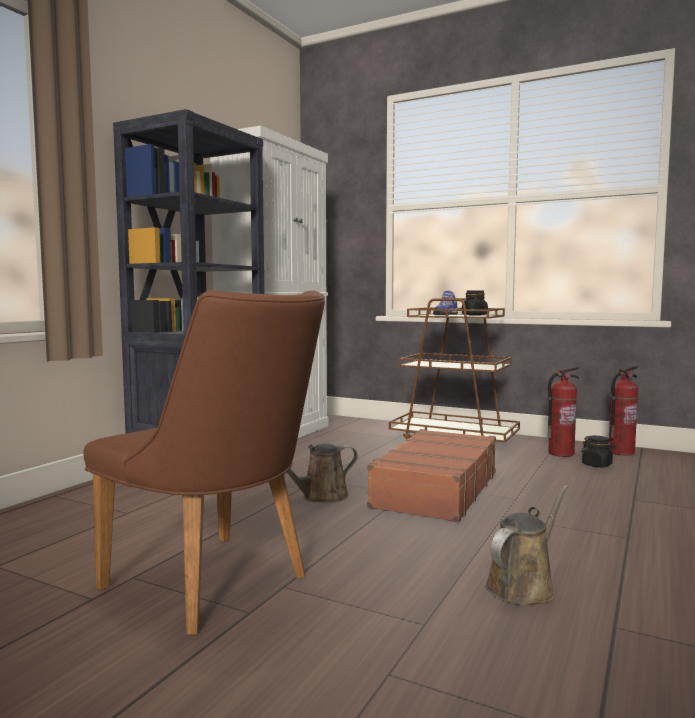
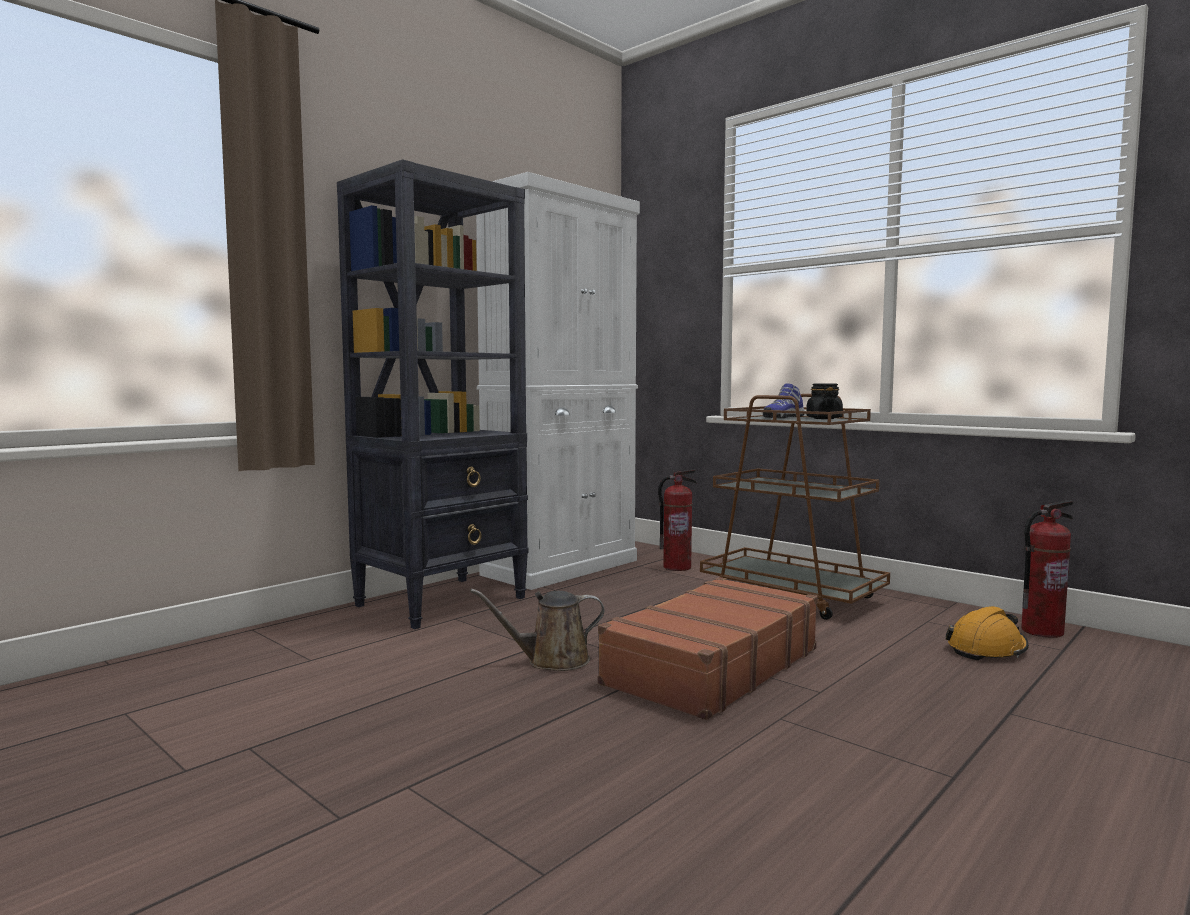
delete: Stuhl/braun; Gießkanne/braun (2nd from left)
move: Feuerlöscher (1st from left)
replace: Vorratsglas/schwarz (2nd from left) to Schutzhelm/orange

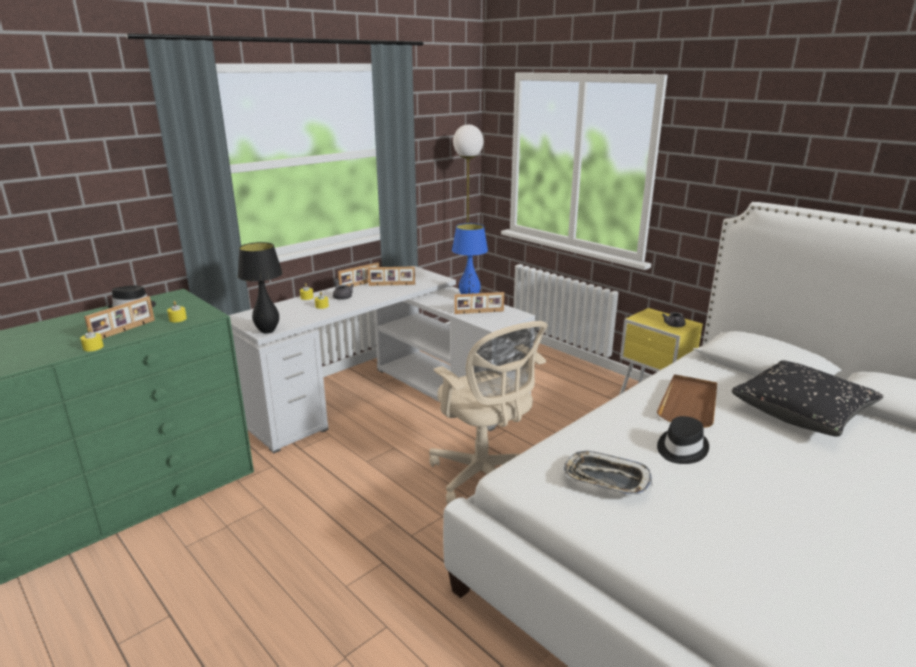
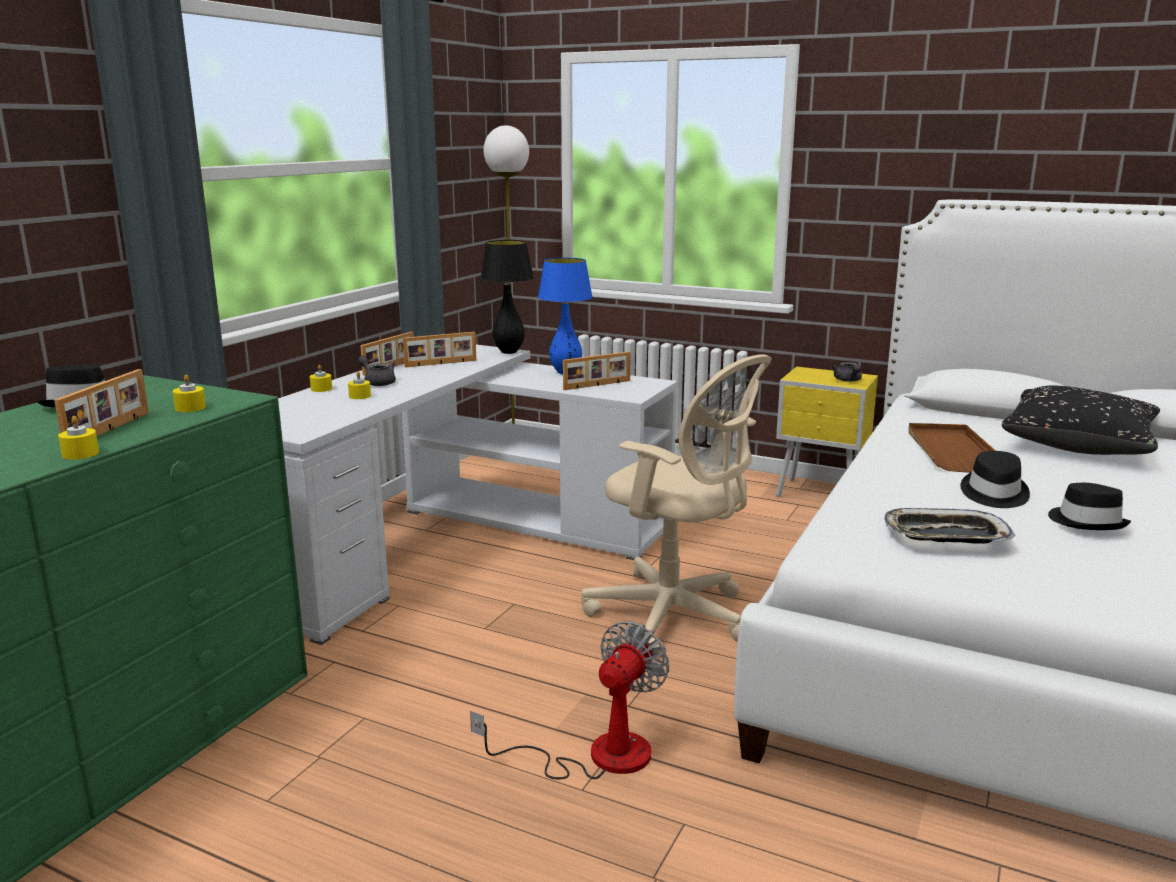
insert: Ventilator; Hut/schwarz (3rd from left)
move: Tischlampe/schwarz

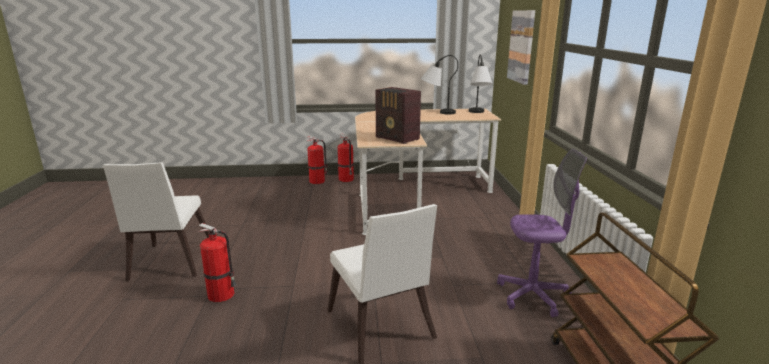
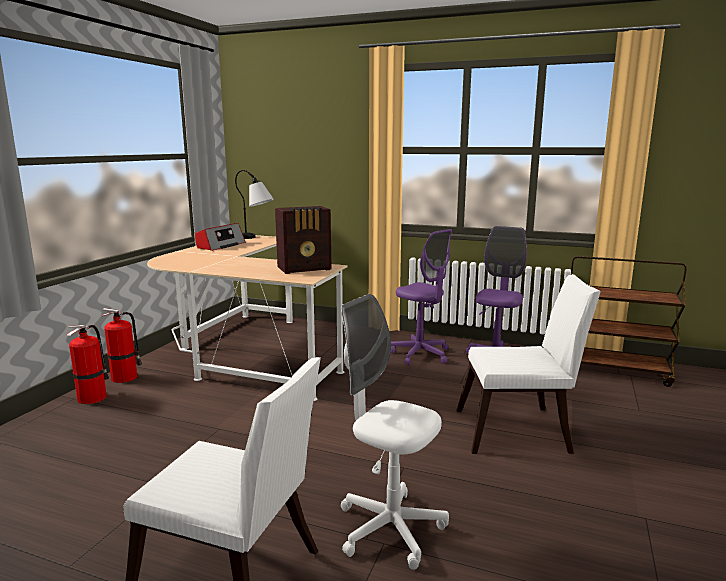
delete: Bild
insert: Bürostuhl/lila (1st from left)
replace: Feuerlöscher (1st from left) to Bürostuhl/weiß; Tischlampe (1st from left) to Radio (1st from left)

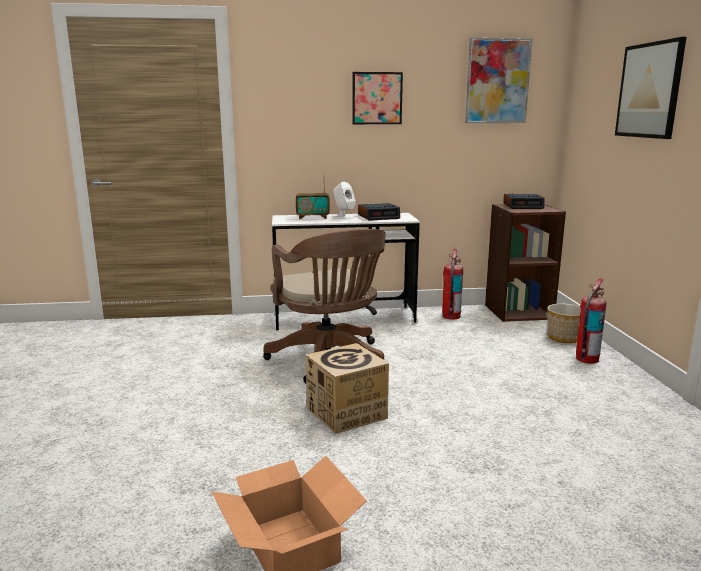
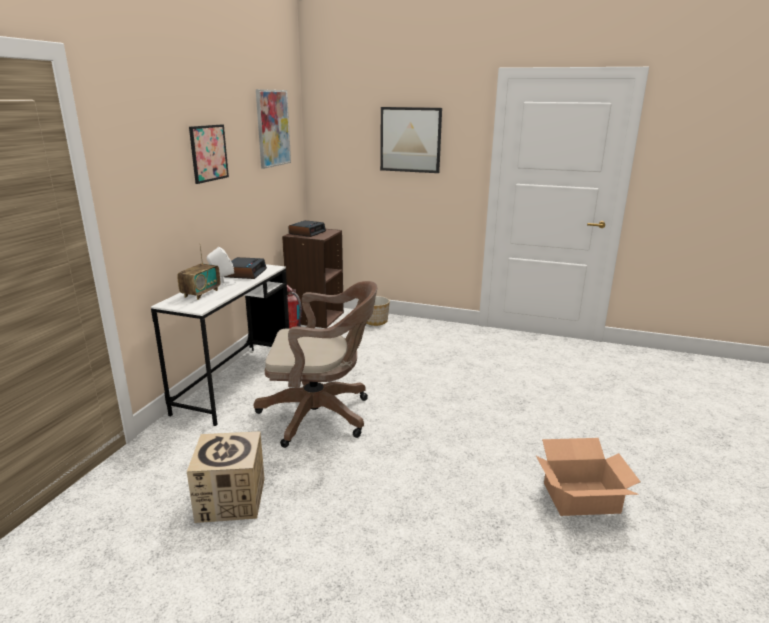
delete: Feuerlöscher (2nd from left)
move: Karton (2nd from left in the first image) to Karton (1st from left)

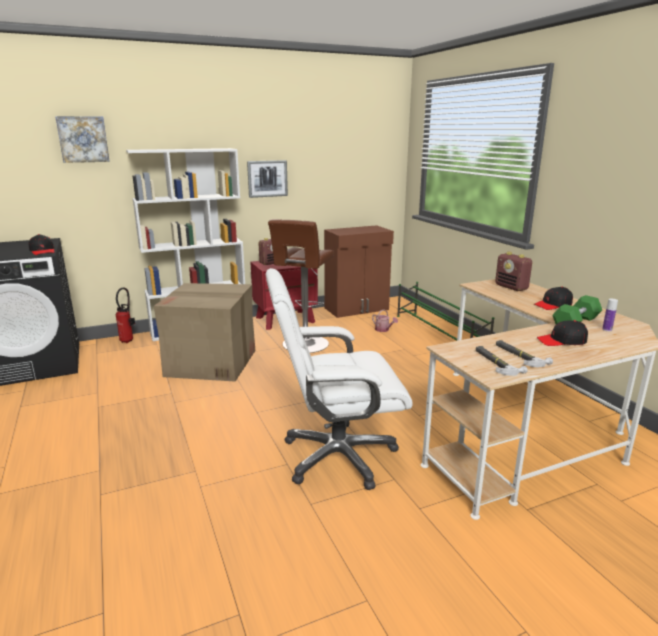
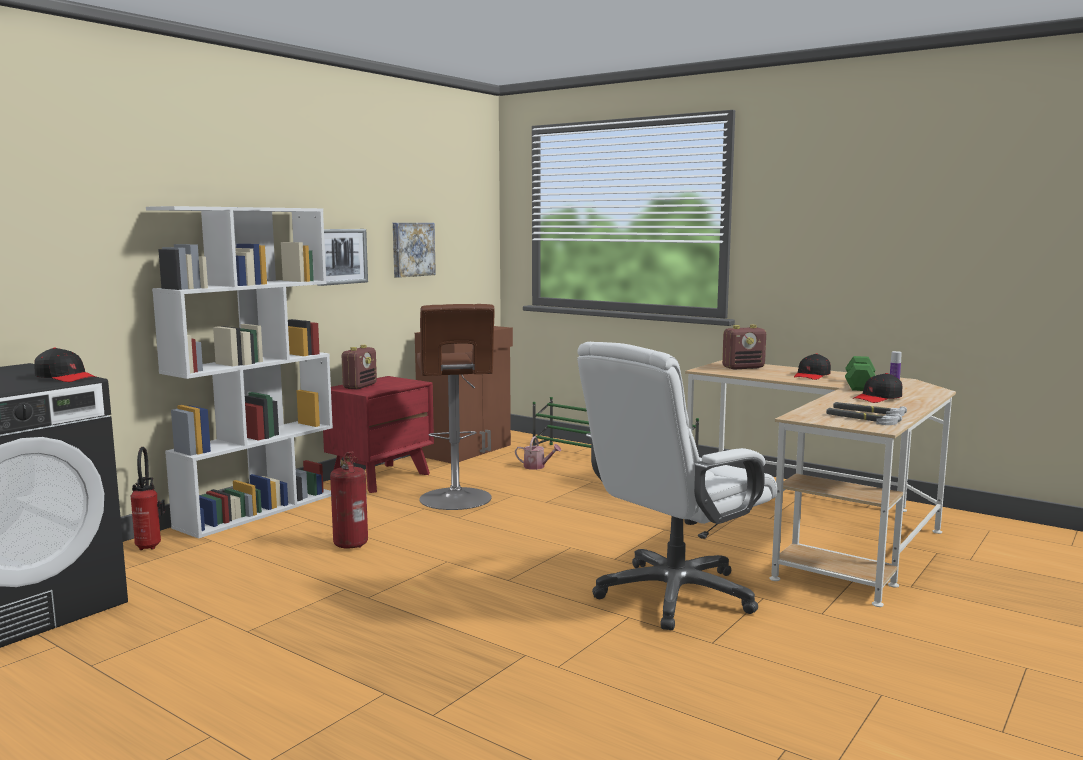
move: Bild (1st from left in the first image) to Bild (2nd from left)
replace: Karton to Feuerlöscher (2nd from left)
rotate: Radio (2nd from left) 45 degrees counterclockwise

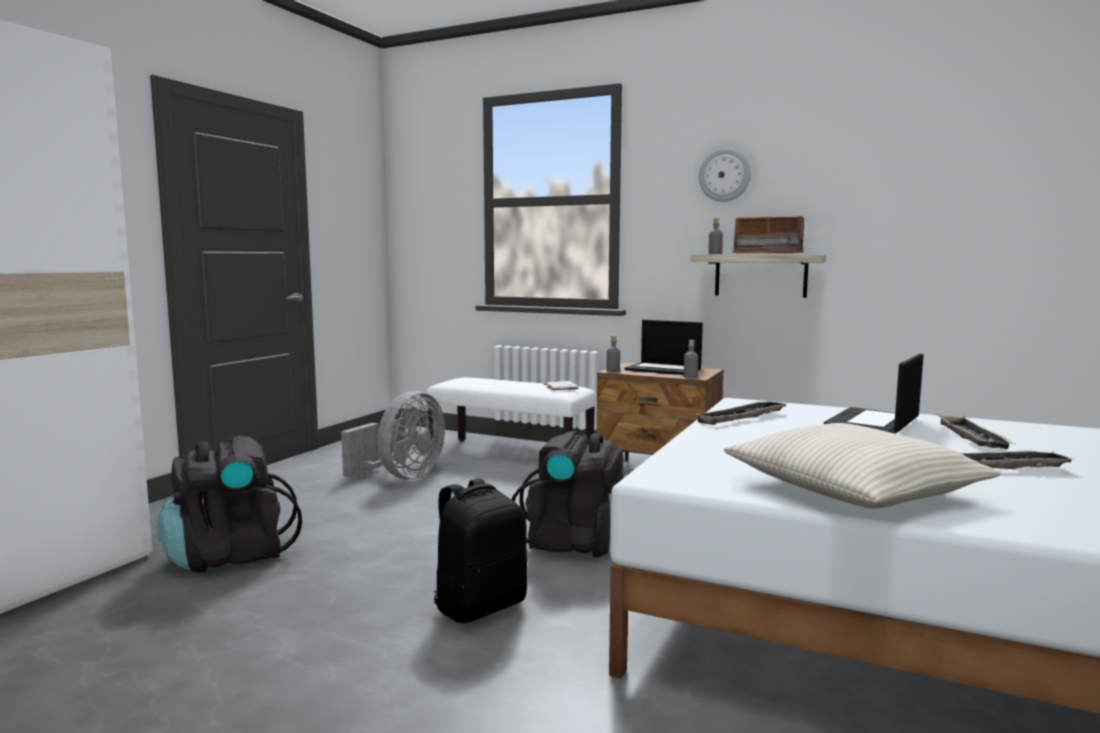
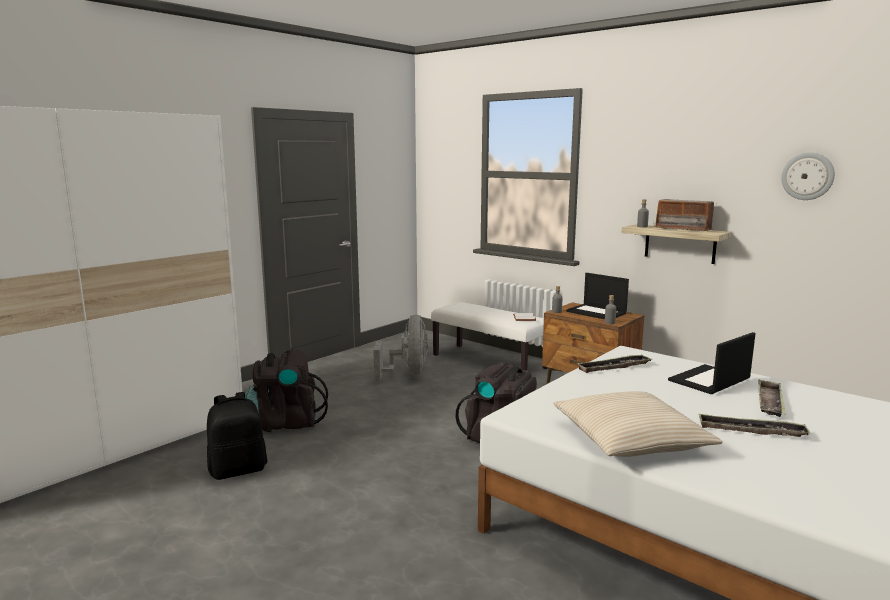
move: Rucksack/schwarz (2nd from left in the first image) to Rucksack/schwarz (1st from left); Wanduhr
rotate: Ventilator/grau 45 degrees counterclockwise

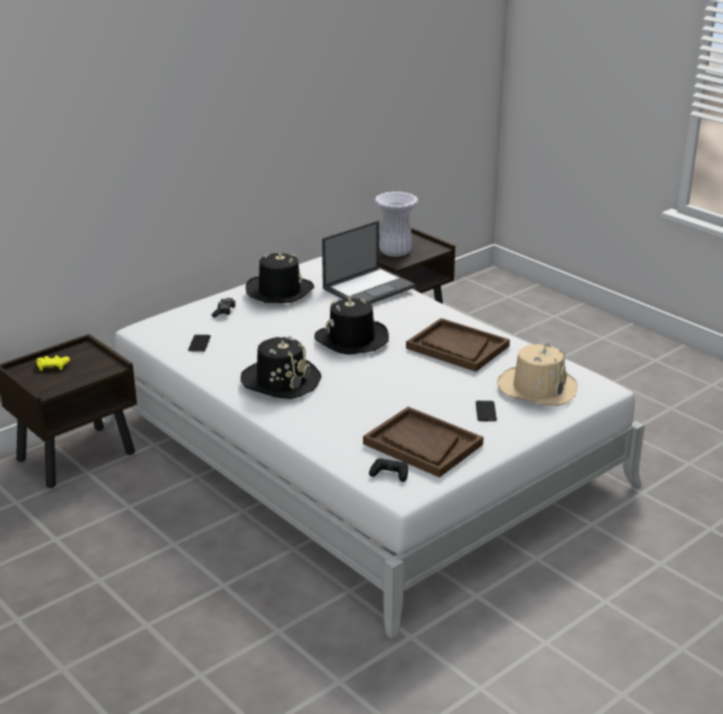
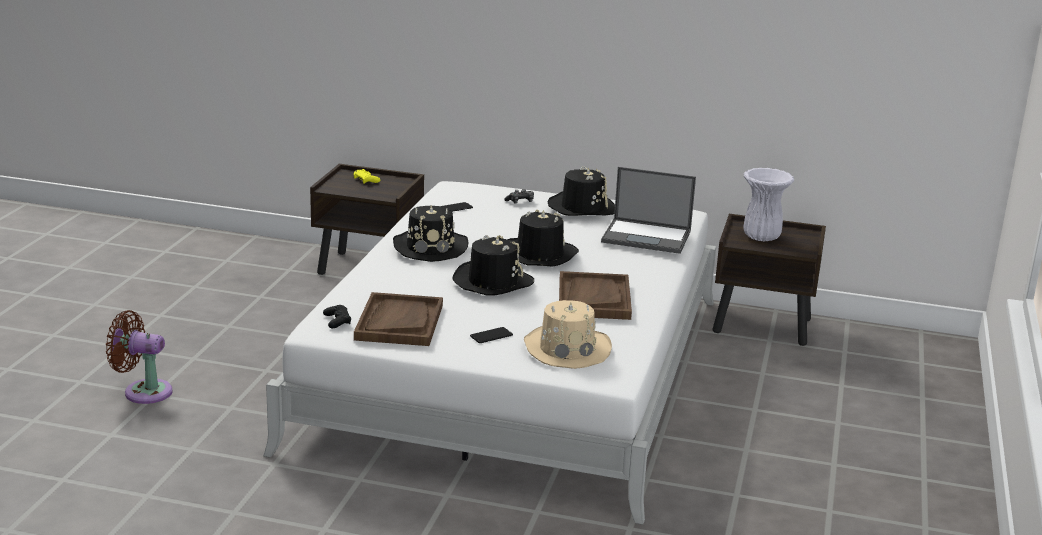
insert: Ventilator/braun; Hut/schwarz (2nd from left)

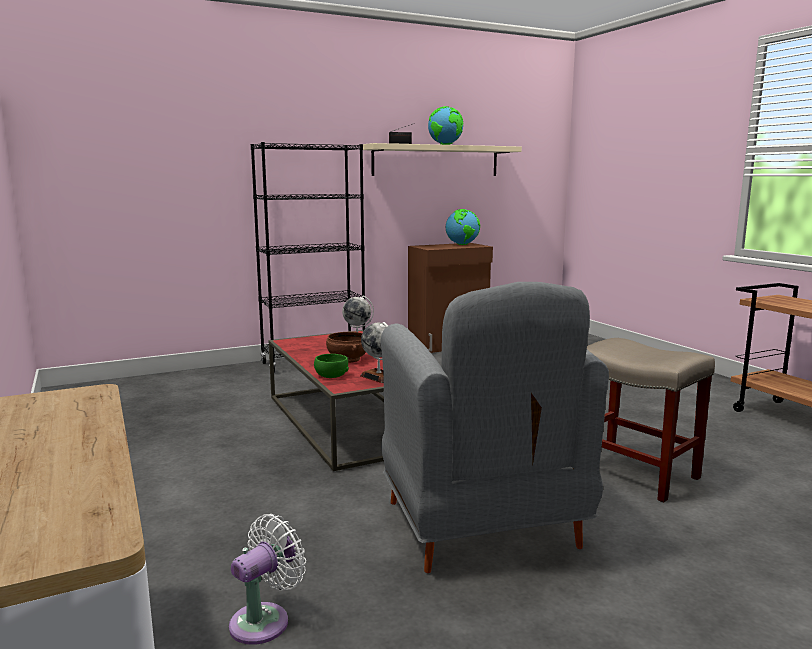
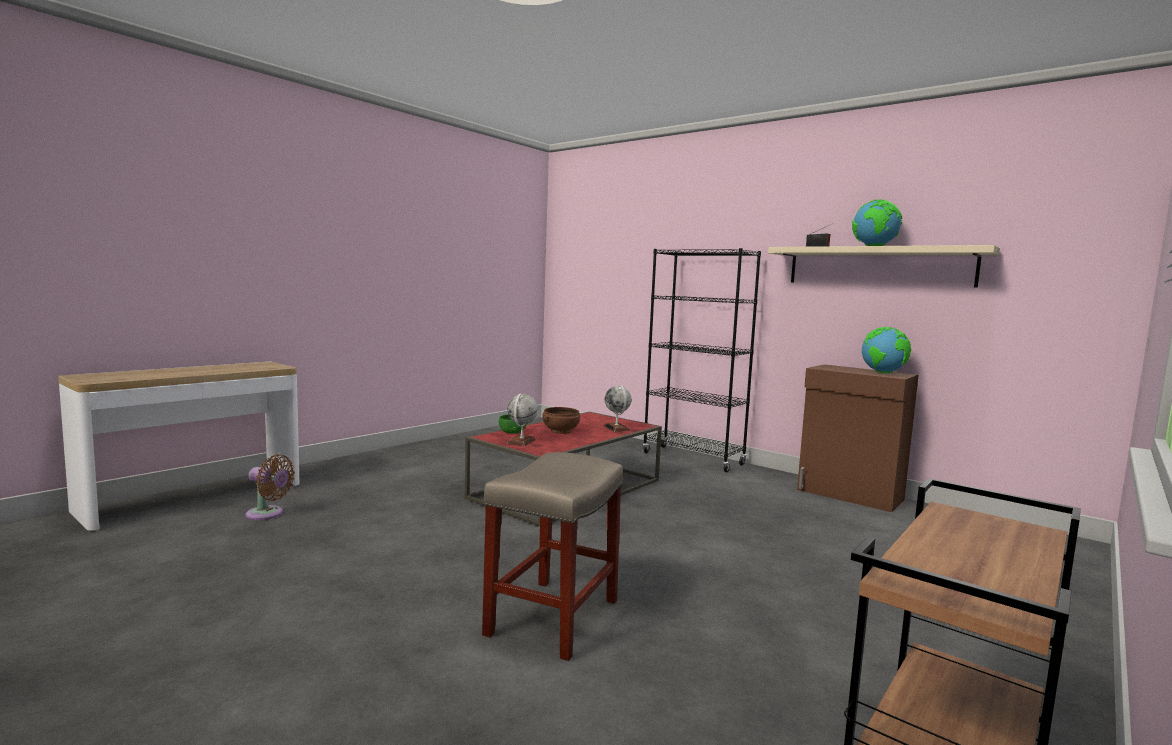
delete: Sessel/grau
recolor: Ventilator/weiß to Ventilator/braun

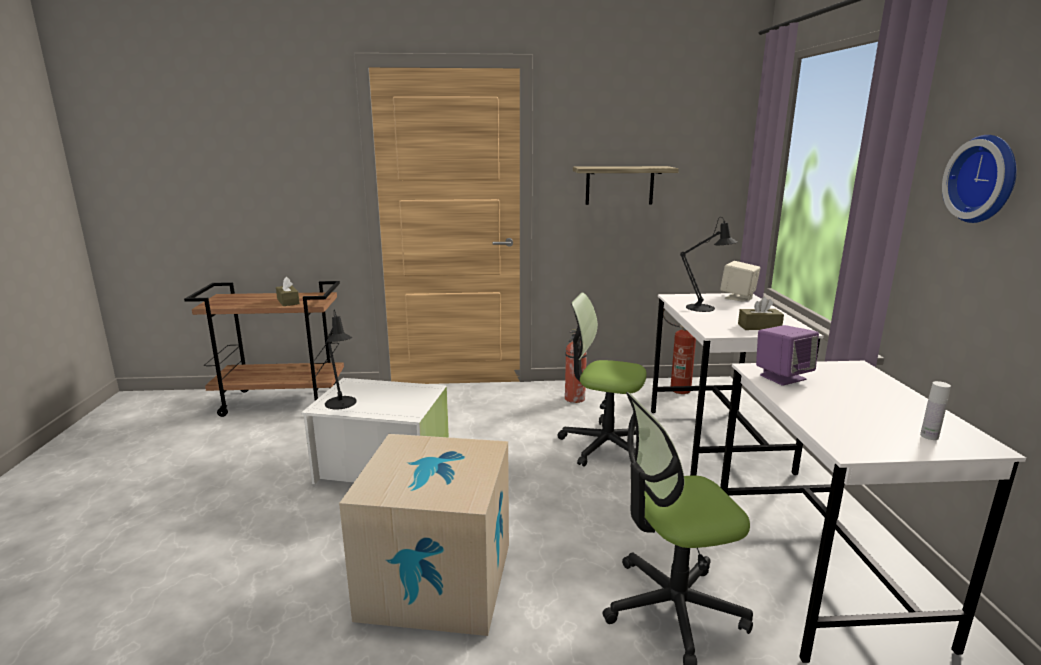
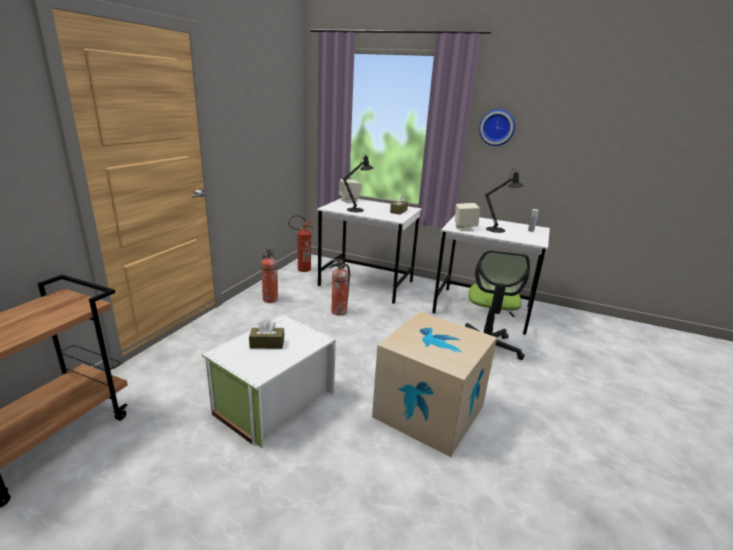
delete: Wandregal
move: Taschentuchbox/braun (1st from left); Tischlampe/schwarz (1st from left in the first image) to Tischlampe/schwarz (2nd from left)
replace: Bürostuhl (1st from left) to Feuerlöscher (3rd from left)
recolor: Lautsprecher/lila to Lautsprecher/beige (2nd from left)

